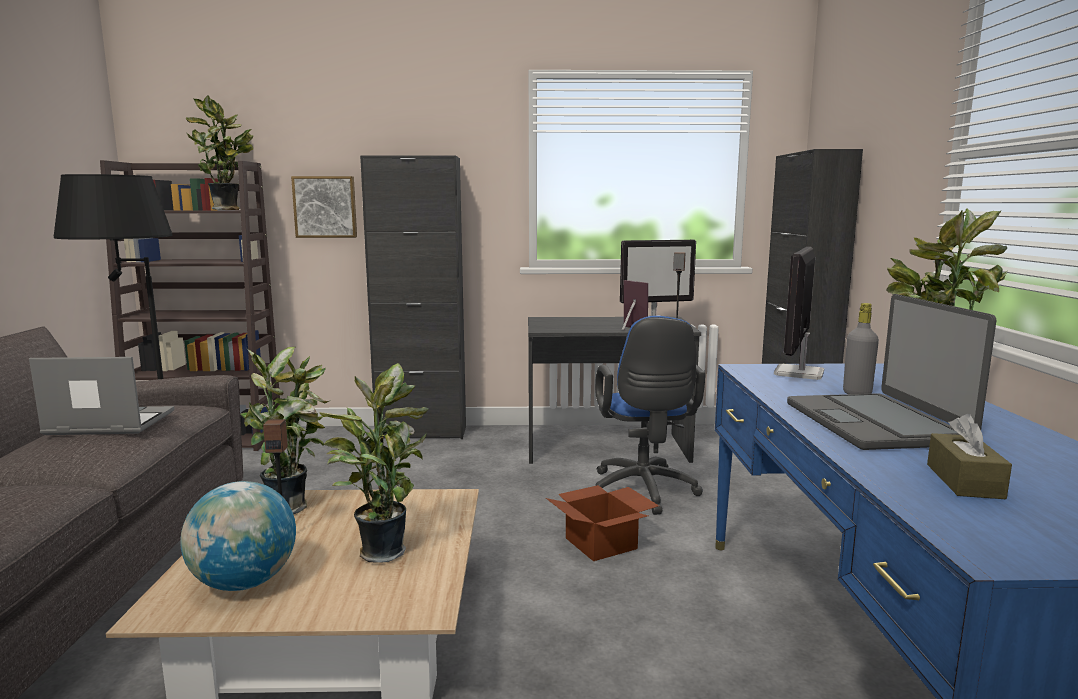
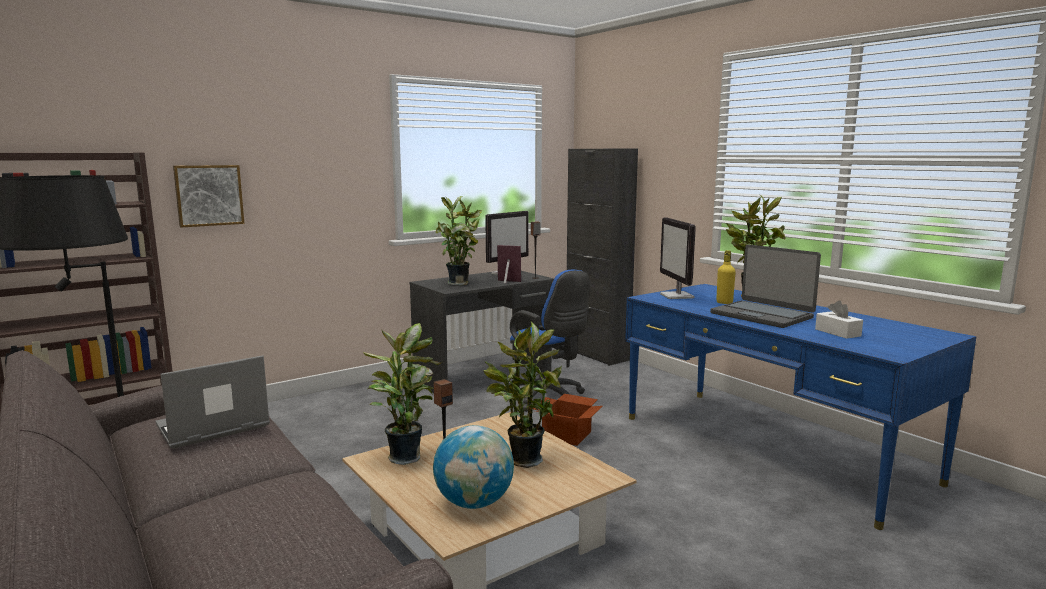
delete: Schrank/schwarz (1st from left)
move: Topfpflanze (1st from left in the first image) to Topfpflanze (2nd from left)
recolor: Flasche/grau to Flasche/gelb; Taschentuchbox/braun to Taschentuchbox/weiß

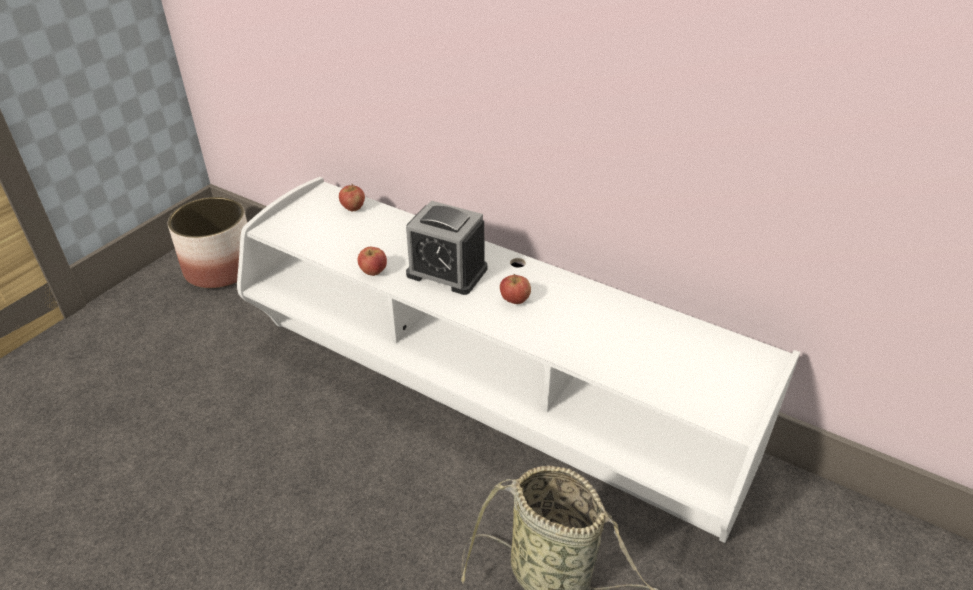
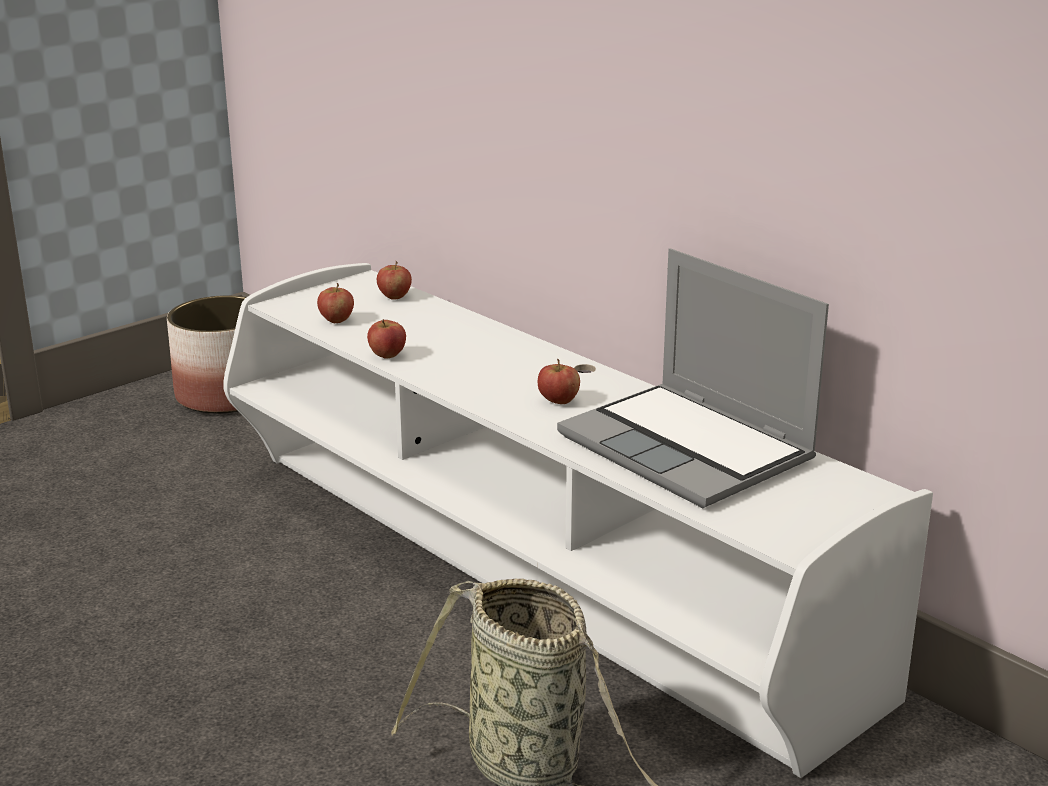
delete: Wecker
insert: Apfel (1st from left); Laptop

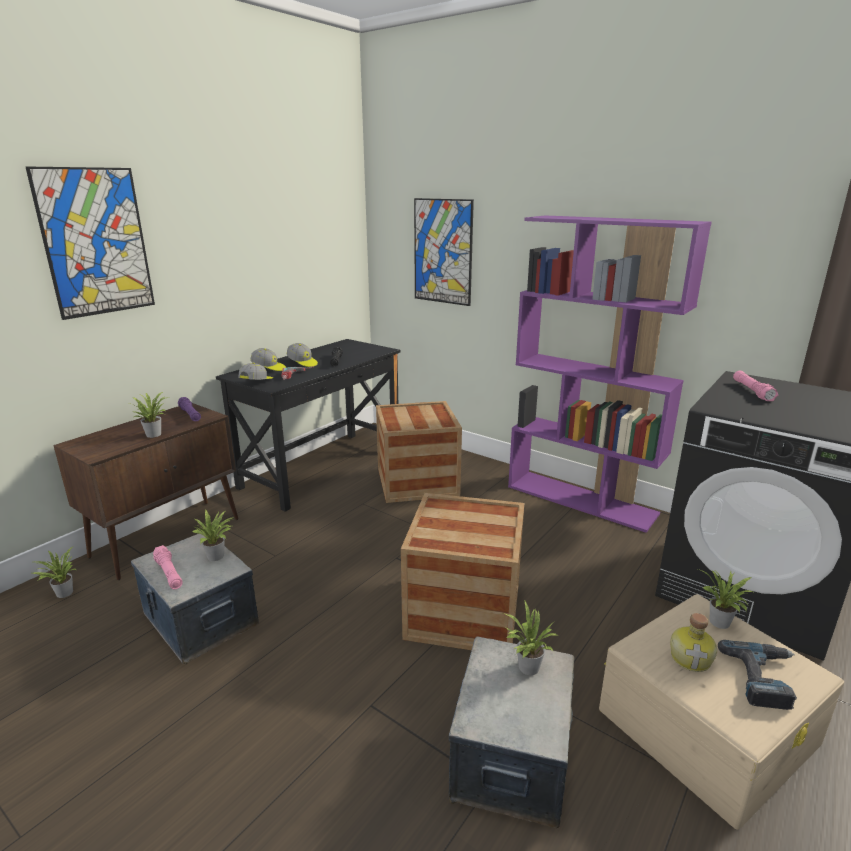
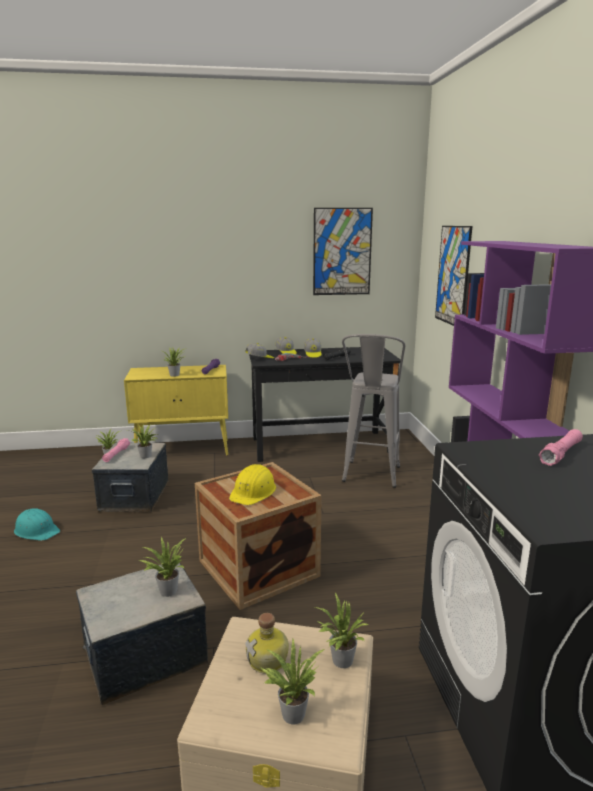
insert: Schutzhelm/türkis; Schutzhelm/gelb
move: Bild (1st from left)
replace: Kiste (1st from left) to Hocker/grau; Bohrmaschine (2nd from left) to Topfpflanze (5th from left)
recolor: Schrank/braun to Schrank/gelb

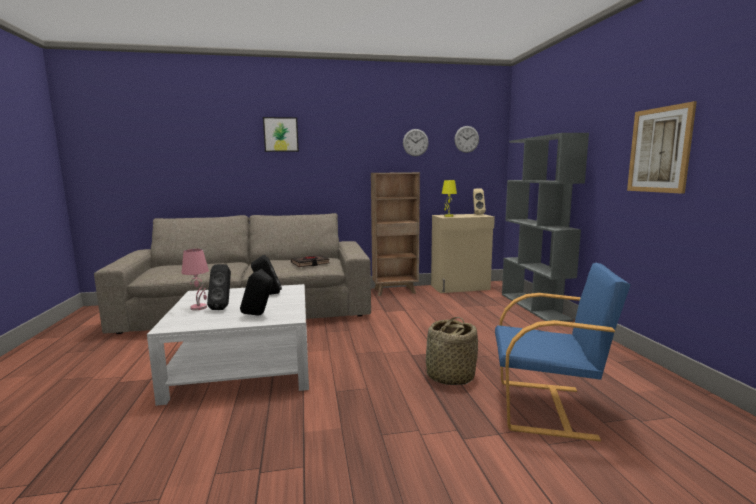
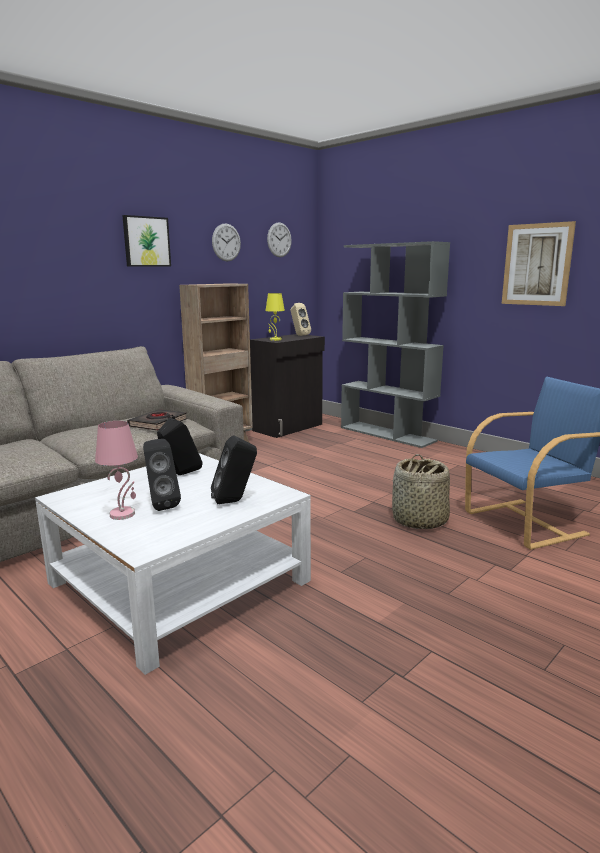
move: Bild (1st from left)
recolor: Schrank/beige to Schrank/schwarz

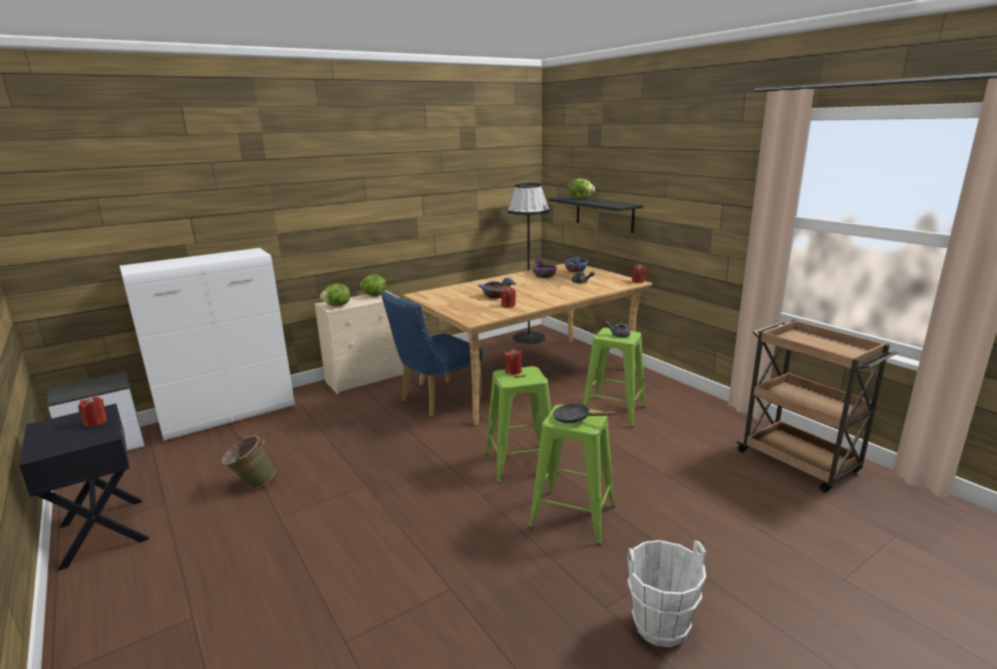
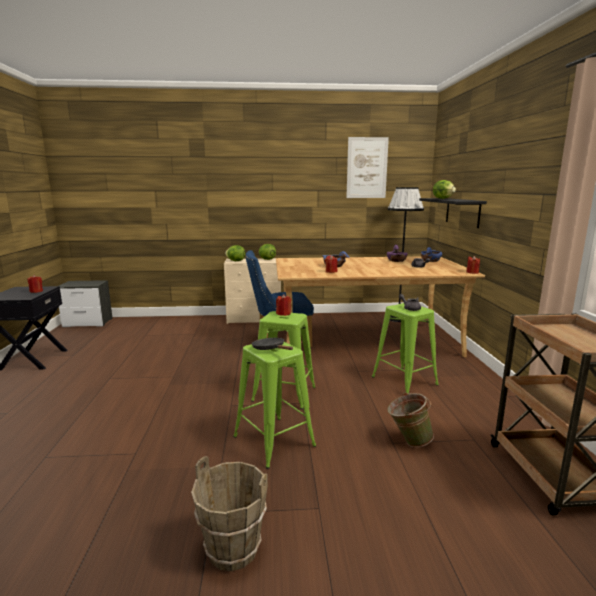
delete: Schrank/weiß
insert: Bild
move: Eimer/grün
recolor: Eimer/weiß to Eimer/braun

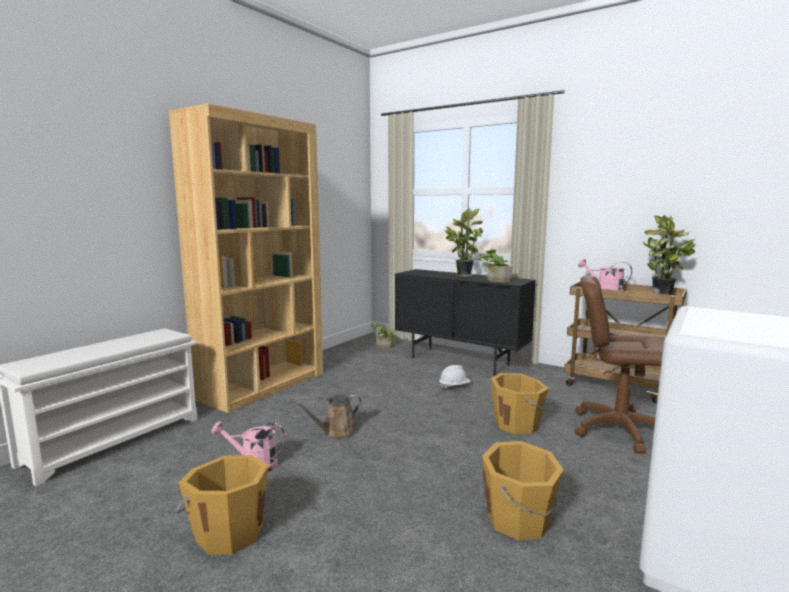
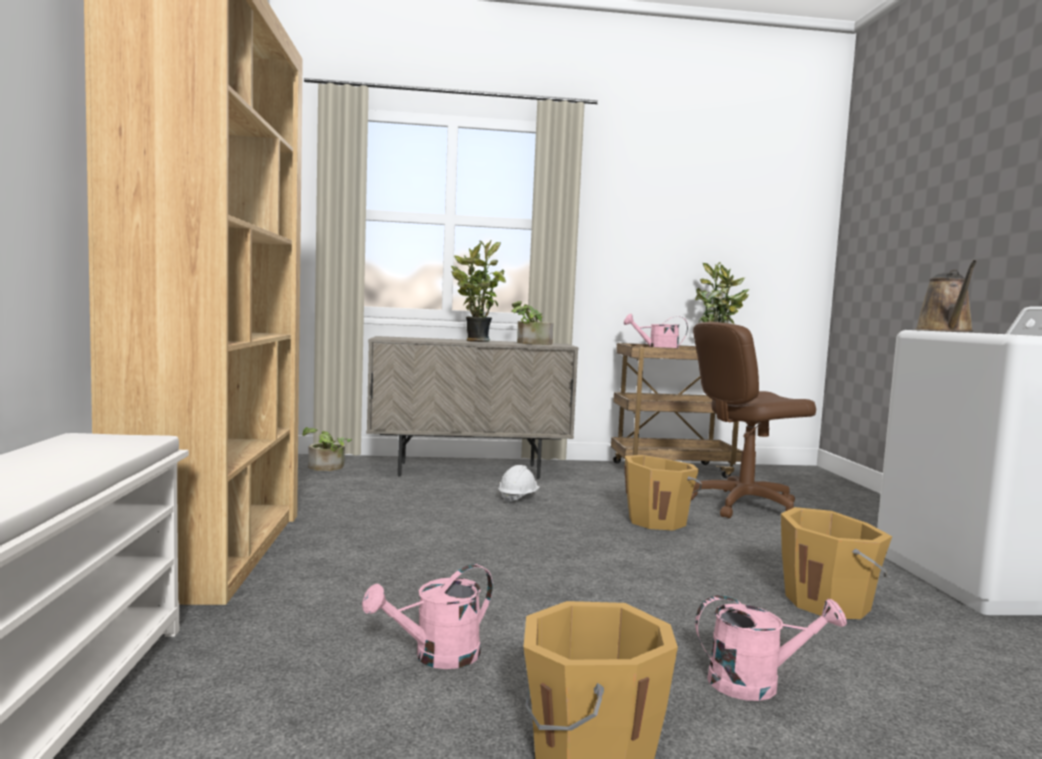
insert: Gießkanne/rosa (3rd from left)
move: Gießkanne/braun
recolor: Schrank/schwarz to Schrank/beige

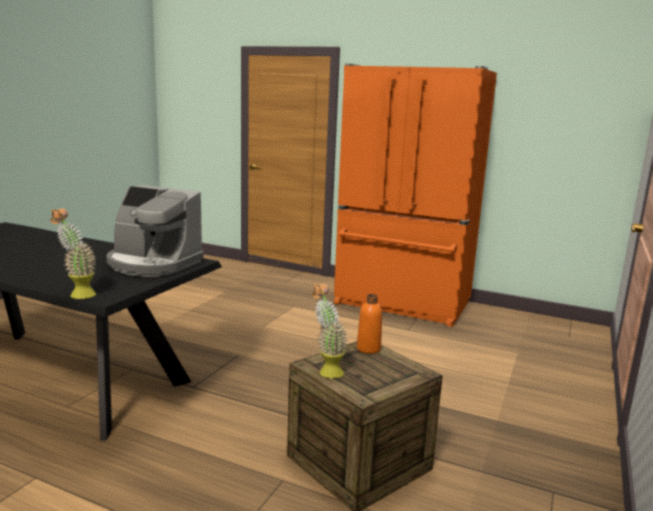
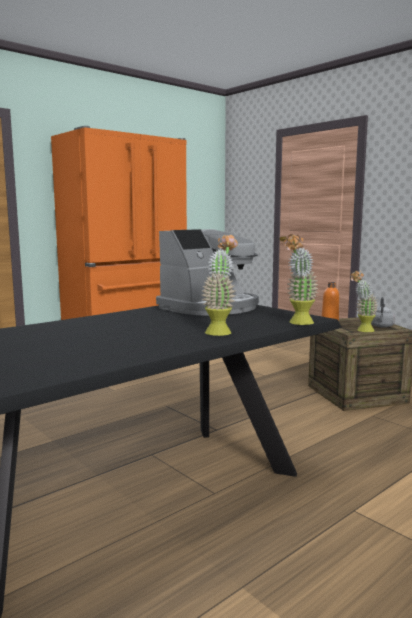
insert: Topfpflanze (1st from left); Wasserkessel/grau

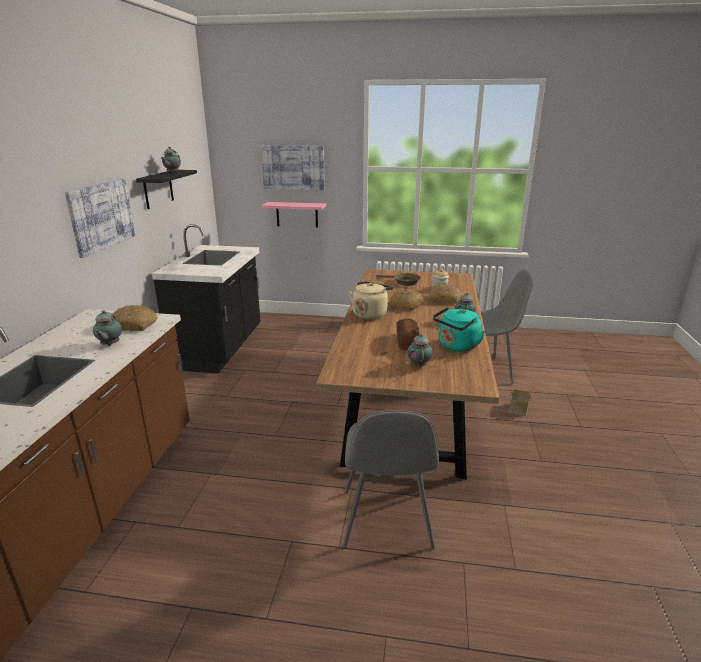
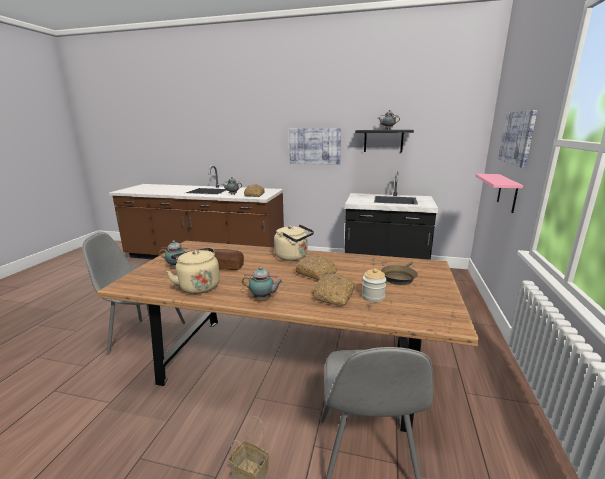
recolor: Wasserkessel/türkis to Wasserkessel/beige (1st from left)

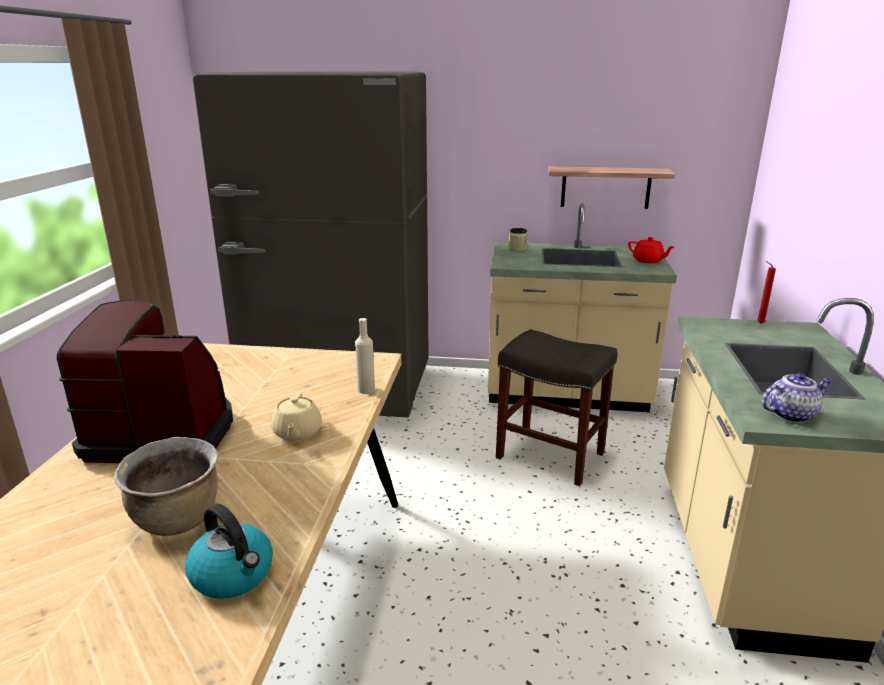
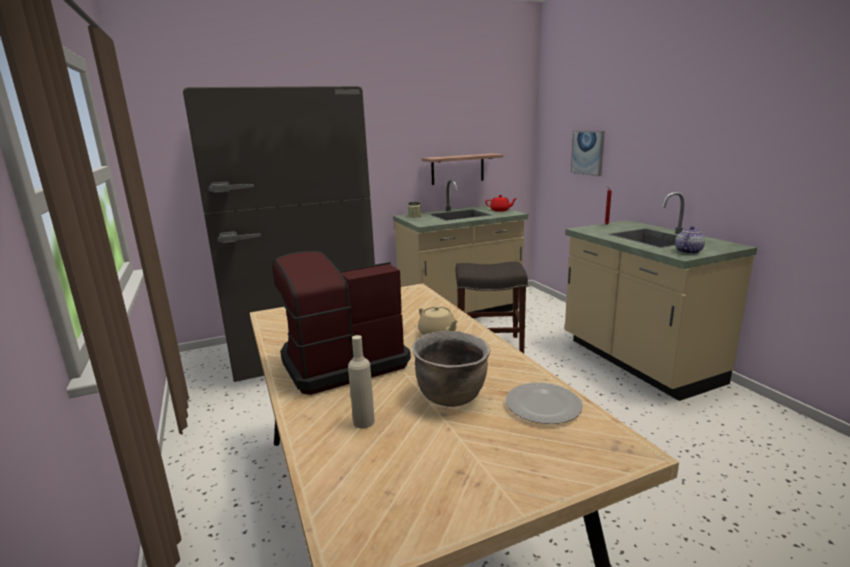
insert: Bild
move: Flasche/beige
replace: Wasserkessel to Teller

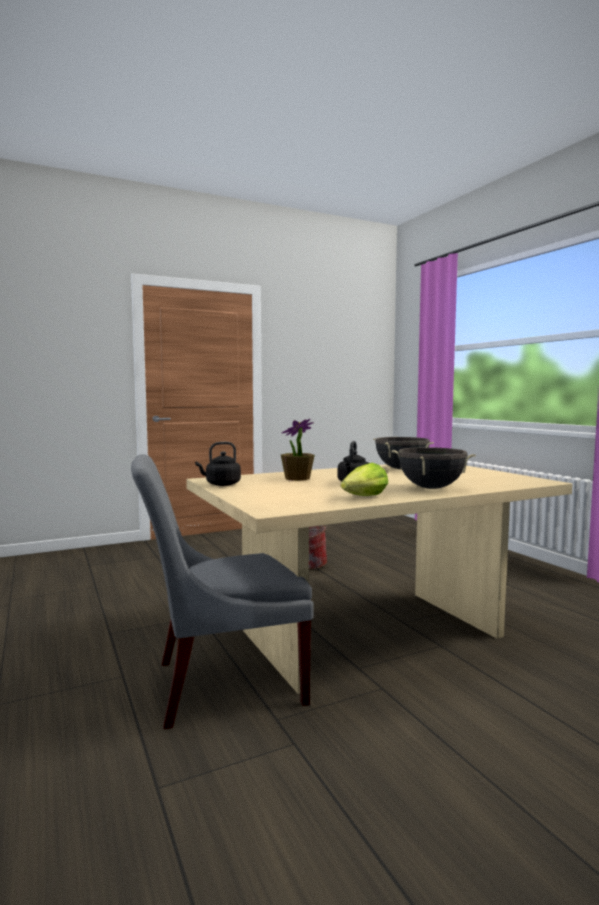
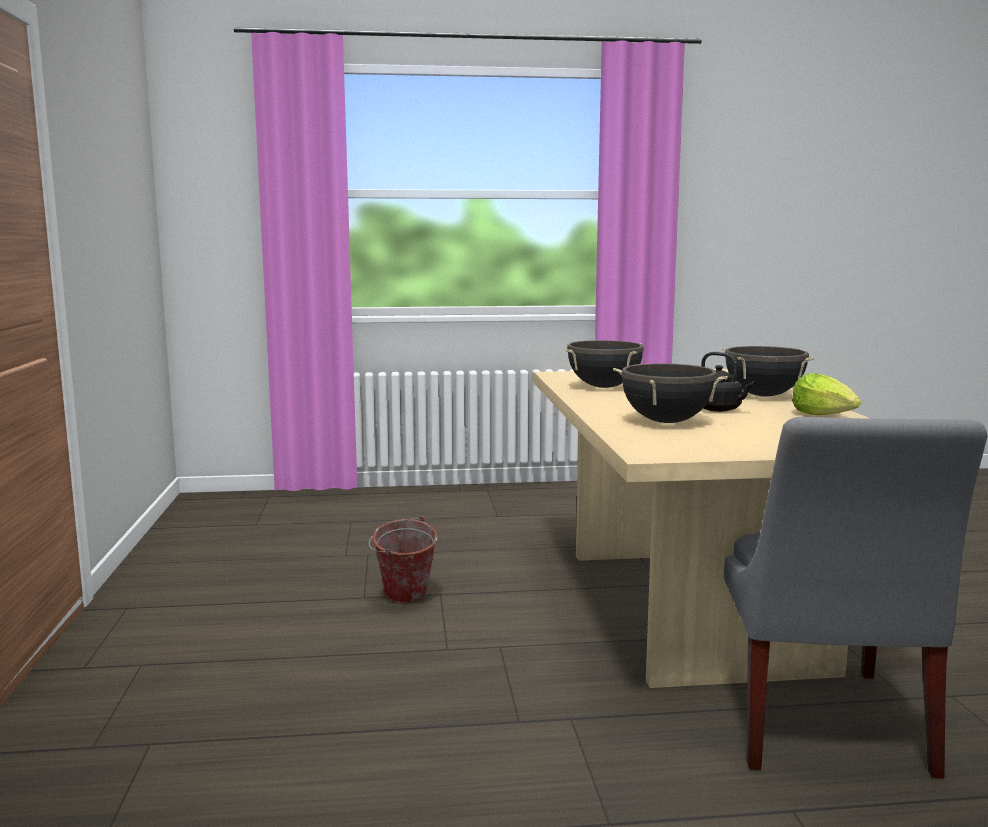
delete: Wasserkessel/schwarz (1st from left)
replace: Topfpflanze to Kochtopf/schwarz (2nd from left)

